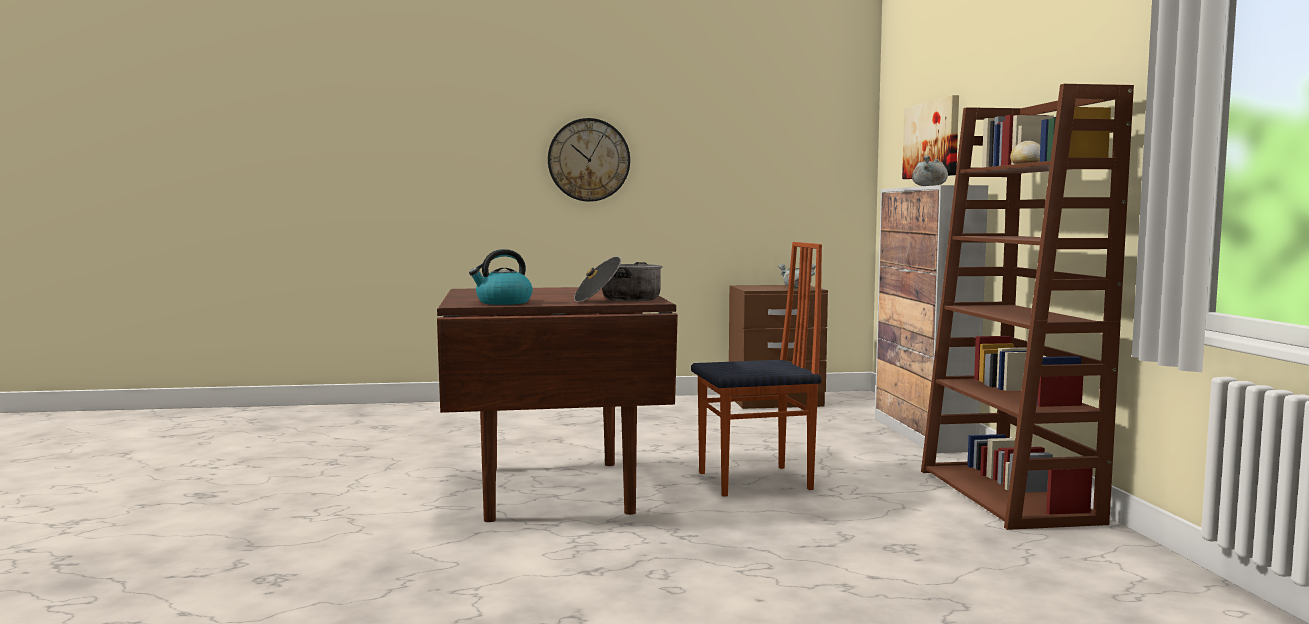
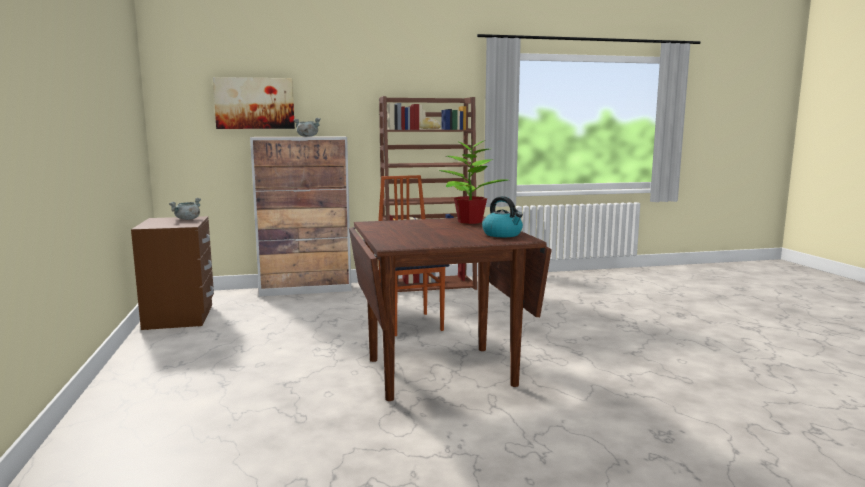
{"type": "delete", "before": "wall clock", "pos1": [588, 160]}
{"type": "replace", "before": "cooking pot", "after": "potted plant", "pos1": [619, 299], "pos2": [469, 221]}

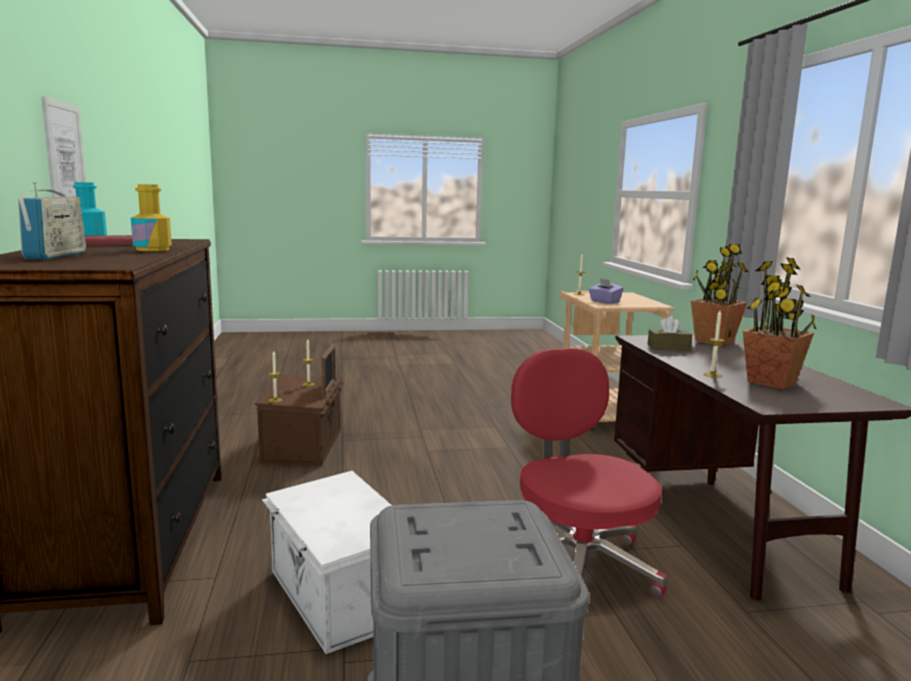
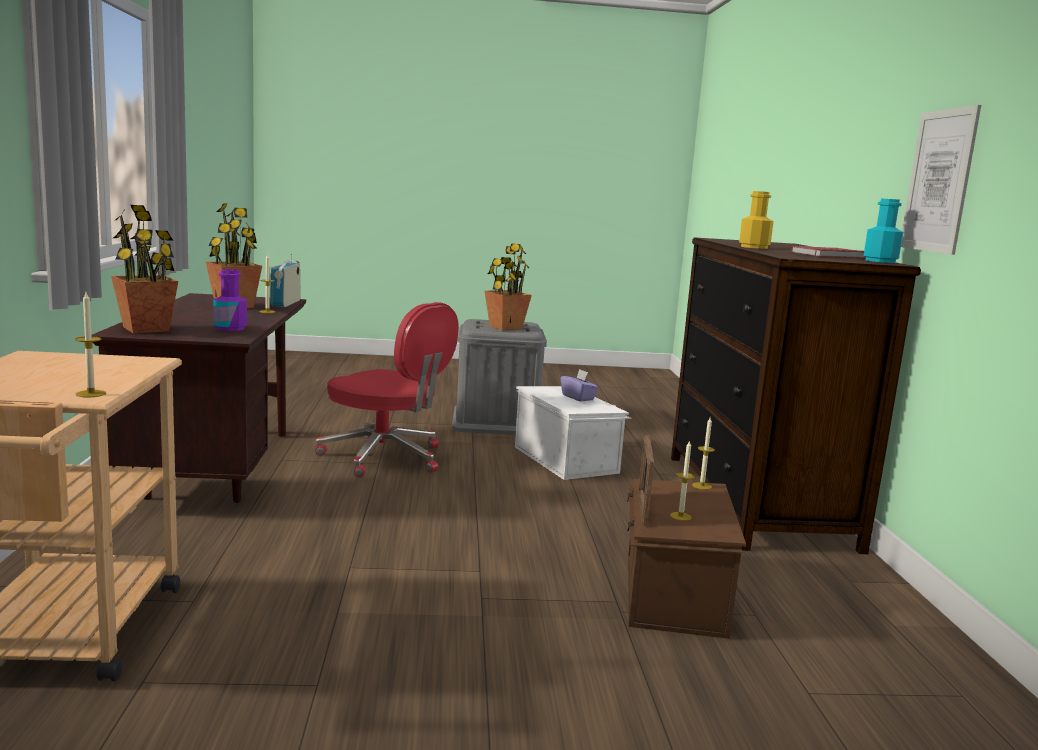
{"type": "move", "before": "radio", "pos1": [56, 255], "pos2": [285, 303]}
{"type": "rotate", "before": "office chair (red)", "pos1": [577, 564], "pos2": [385, 458], "turn": -45}
{"type": "move", "before": "tissue box (purple)", "pos1": [604, 302], "pos2": [578, 397]}
{"type": "replace", "before": "tissue box (brown)", "after": "bottle (purple)", "pos1": [668, 347], "pos2": [230, 328]}
{"type": "insert", "after": "potted plant", "pos2": [505, 327]}

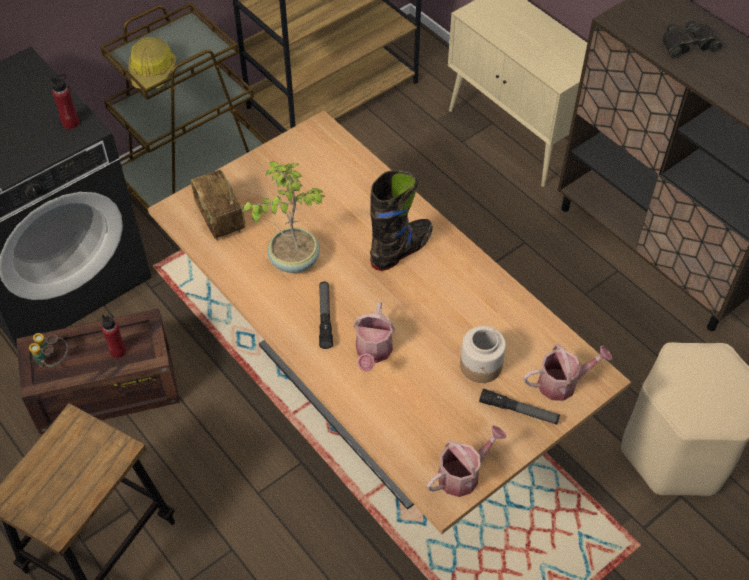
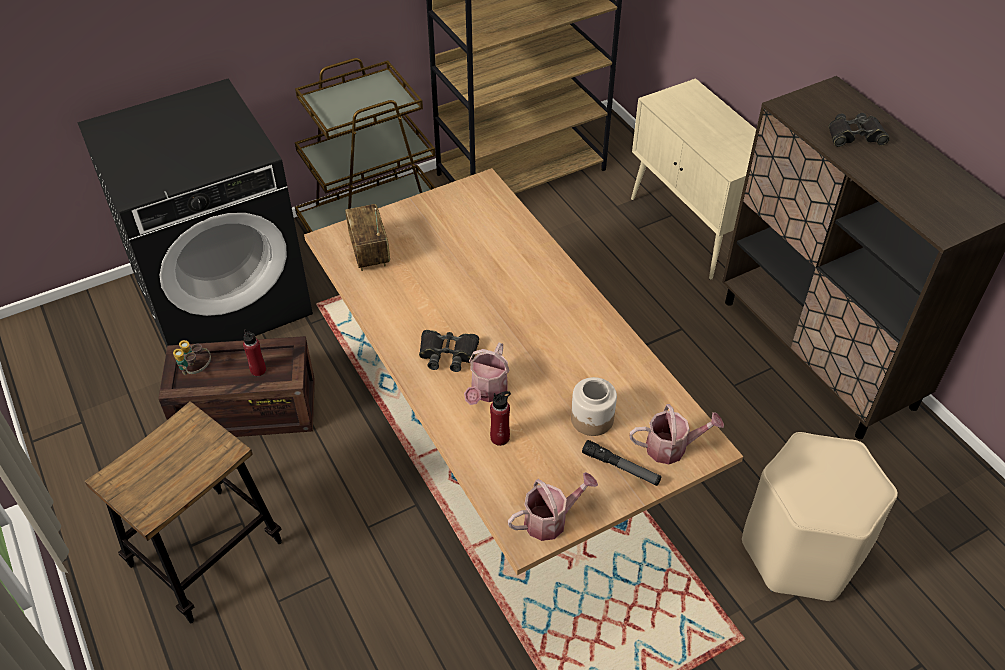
{"type": "move", "before": "bottle (red)", "pos1": [71, 123], "pos2": [500, 438]}
{"type": "delete", "before": "hard hat", "pos1": [153, 72]}
{"type": "delete", "before": "potted plant", "pos1": [293, 259]}
{"type": "replace", "before": "flashlight", "after": "binoculars (black)", "pos1": [325, 317], "pos2": [448, 353]}
{"type": "delete", "before": "boot (black)", "pos1": [401, 250]}

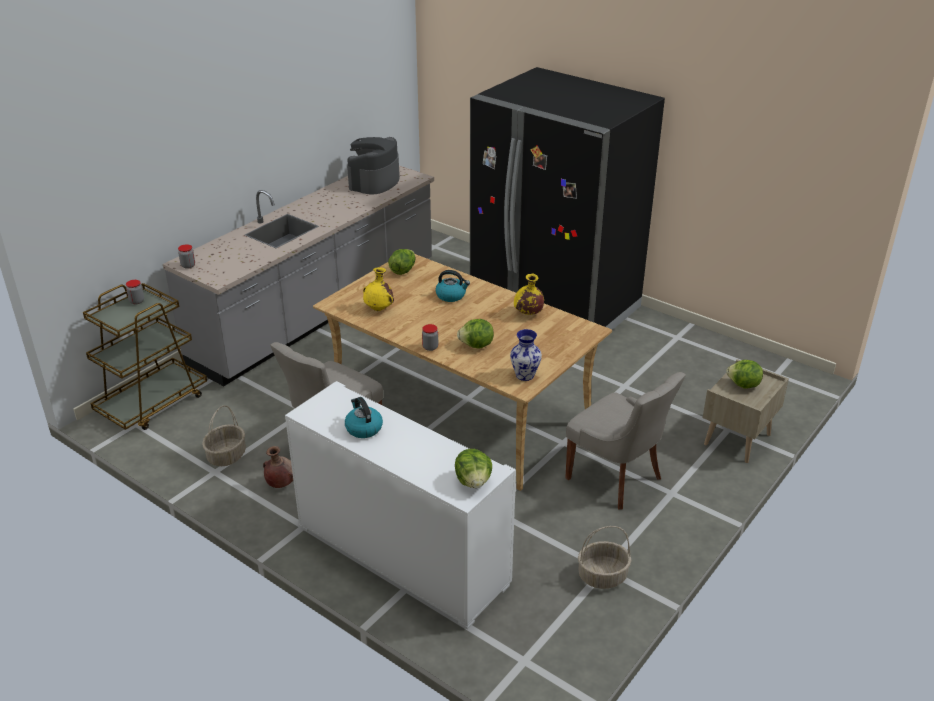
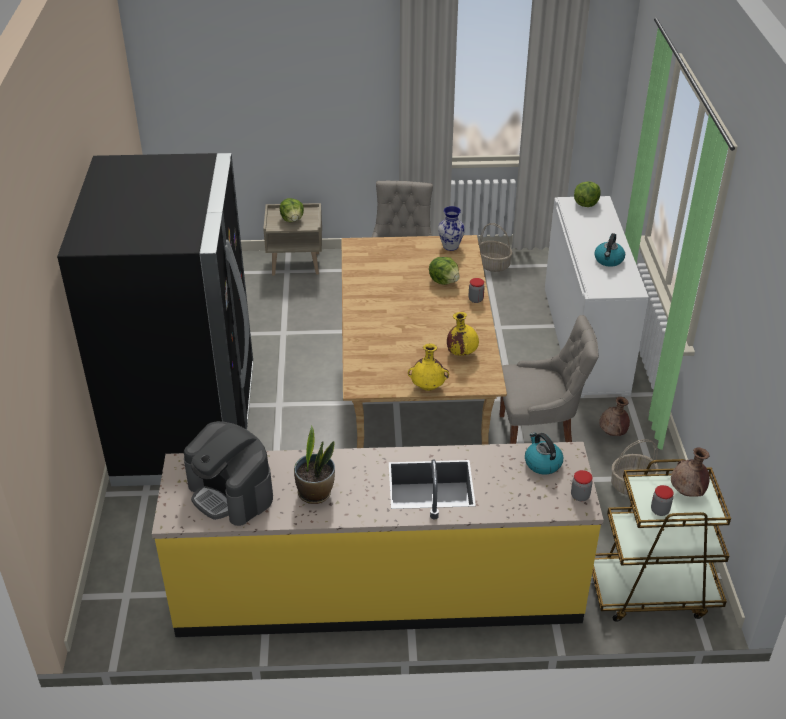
{"type": "recolor", "before": "counter (grey)", "after": "counter (yellow)", "pos1": [318, 313], "pos2": [378, 590]}
{"type": "rotate", "before": "coffee machine", "pos1": [374, 182], "pos2": [231, 493], "turn": 60}
{"type": "delete", "before": "lettuce", "pos1": [403, 270]}
{"type": "move", "before": "kettle", "pos1": [451, 296], "pos2": [542, 463]}
{"type": "move", "before": "vase (yellow)", "pos1": [528, 314], "pos2": [428, 387]}
{"type": "insert", "after": "potted plant", "pos2": [315, 493]}
{"type": "insert", "after": "vase (brown)", "pos2": [687, 492]}

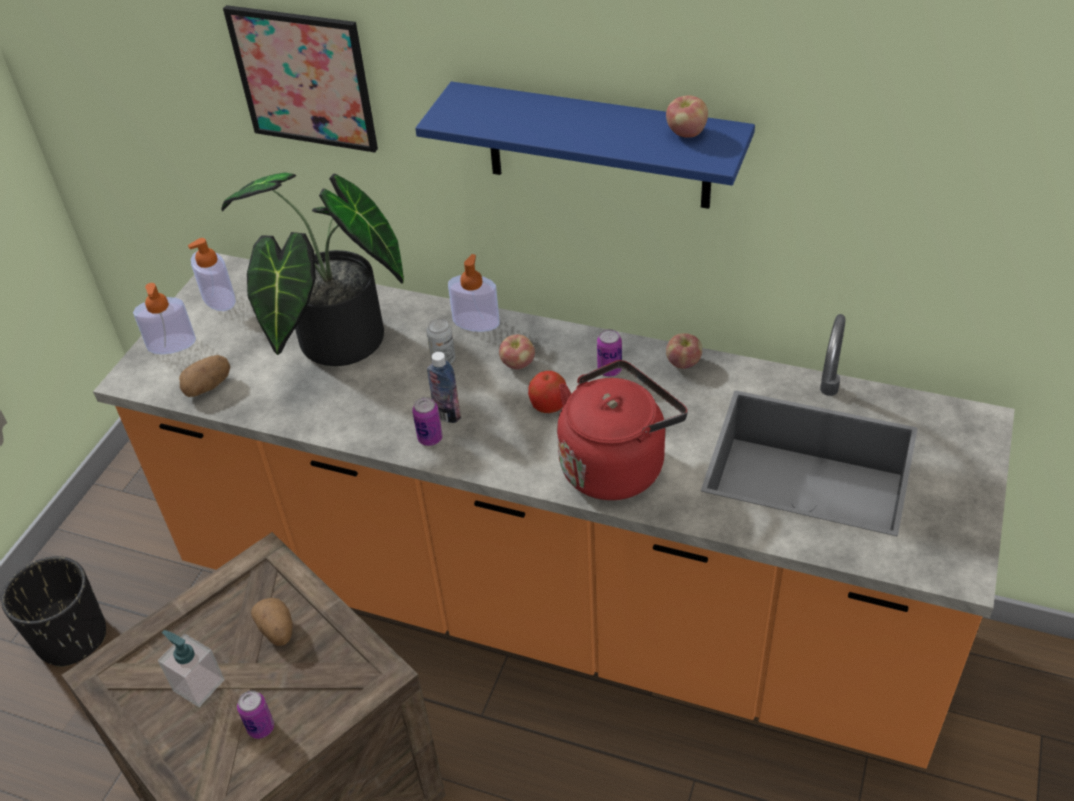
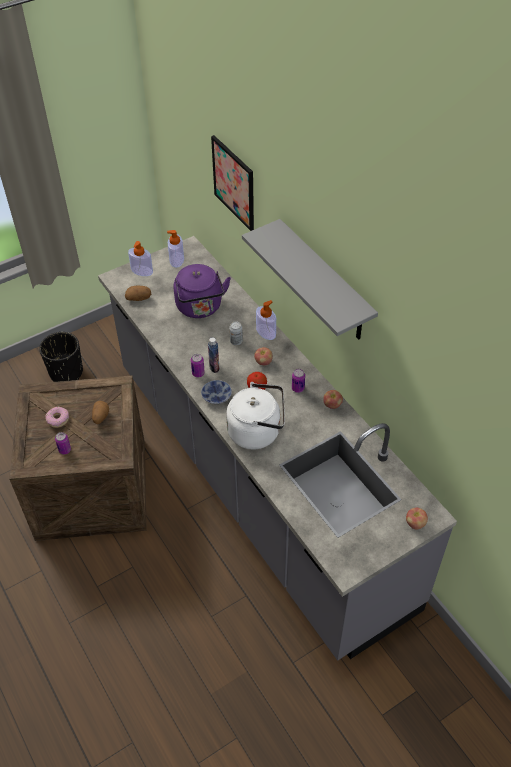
{"type": "recolor", "before": "counter (orange)", "after": "counter (grey)", "pos1": [552, 604], "pos2": [256, 483]}
{"type": "replace", "before": "soap dispenser", "after": "donut", "pos1": [198, 685], "pos2": [58, 419]}
{"type": "replace", "before": "potted plant", "after": "kettle (purple)", "pos1": [333, 345], "pos2": [200, 308]}
{"type": "recolor", "before": "shelf (blue)", "after": "shelf (grey)", "pos1": [598, 146], "pos2": [325, 283]}
{"type": "recolor", "before": "kettle (red)", "after": "kettle (white)", "pos1": [616, 464], "pos2": [257, 431]}
{"type": "move", "before": "apple", "pos1": [686, 133], "pos2": [415, 523]}
{"type": "insert", "after": "bowl", "pos2": [217, 396]}

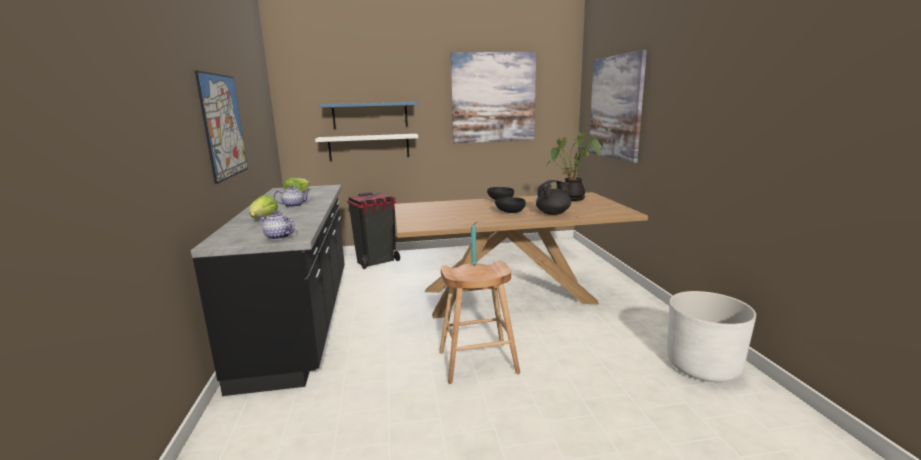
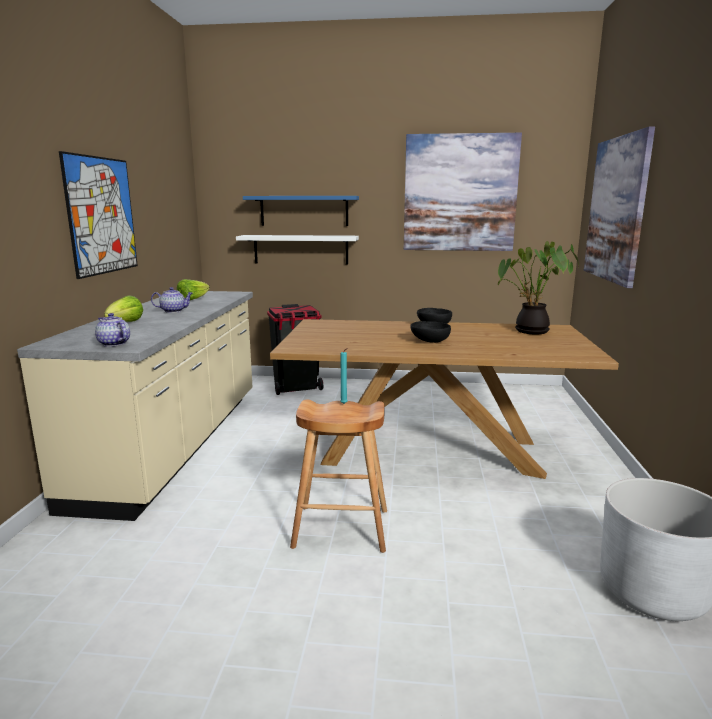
{"type": "recolor", "before": "counter (black)", "after": "counter (beige)", "pos1": [301, 320], "pos2": [176, 445]}
{"type": "delete", "before": "teapot (black)", "pos1": [553, 213]}

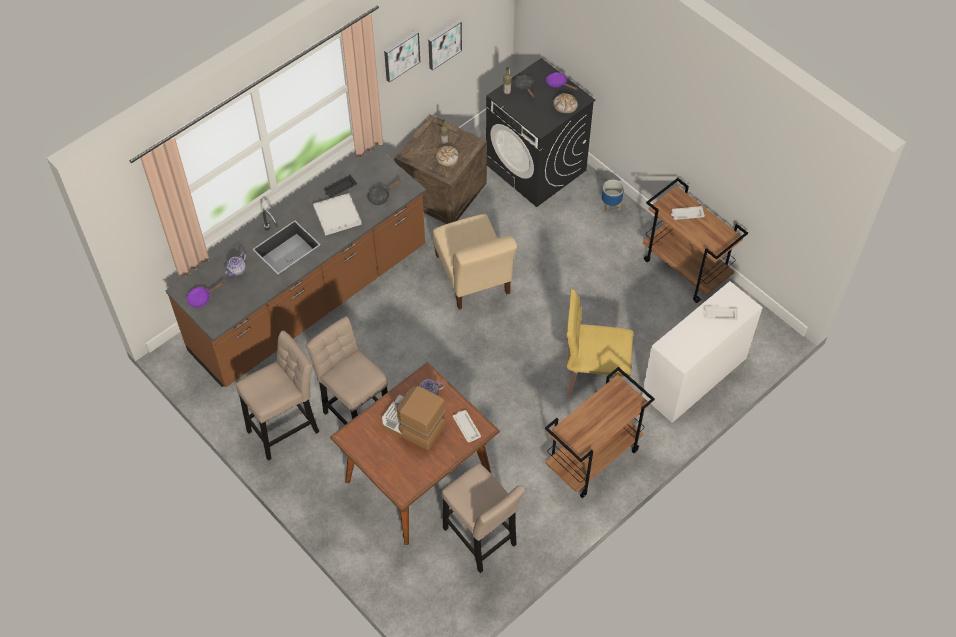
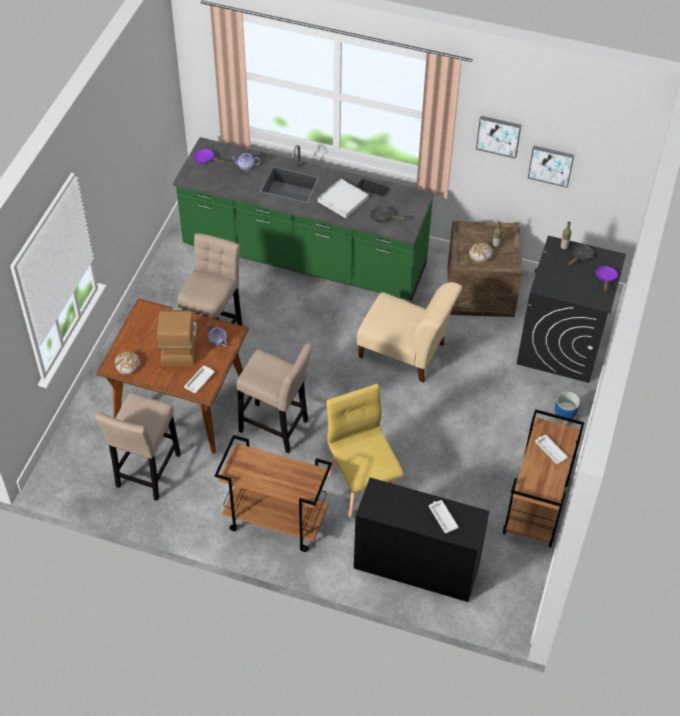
{"type": "recolor", "before": "counter (brown)", "after": "counter (green)", "pos1": [310, 300], "pos2": [304, 257]}
{"type": "move", "before": "stool (beige)", "pos1": [286, 428], "pos2": [276, 428]}
{"type": "rotate", "before": "chair (beige)", "pos1": [473, 278], "pos2": [405, 352], "turn": -105}
{"type": "move", "before": "bread", "pos1": [565, 106], "pos2": [128, 365]}
{"type": "recolor", "before": "desk (white)", "after": "desk (black)", "pos1": [694, 377], "pos2": [416, 566]}

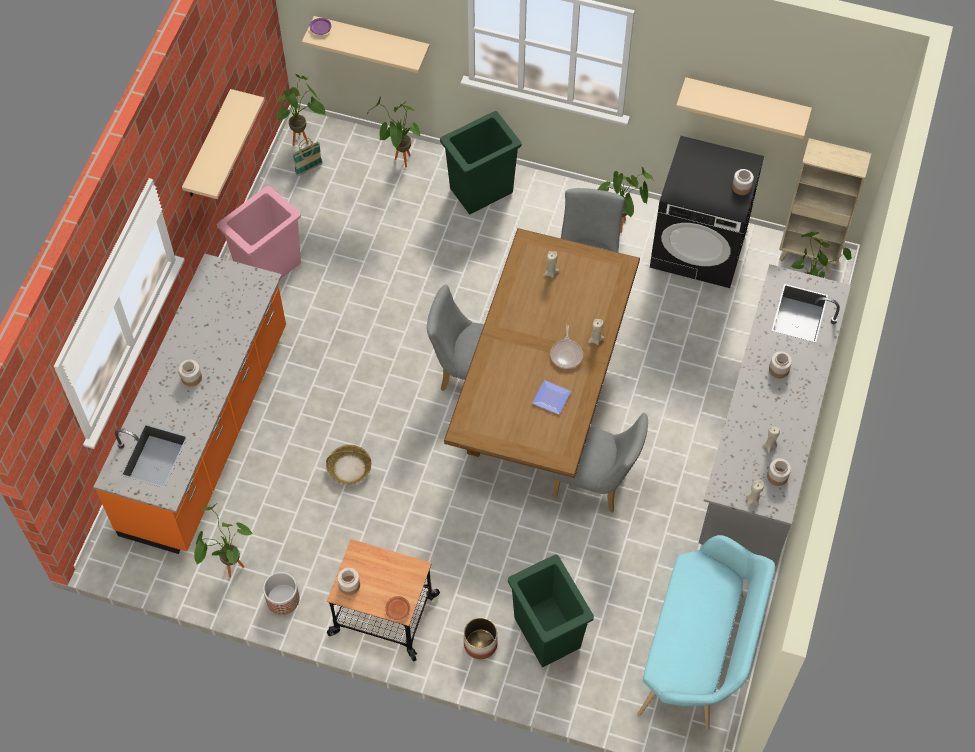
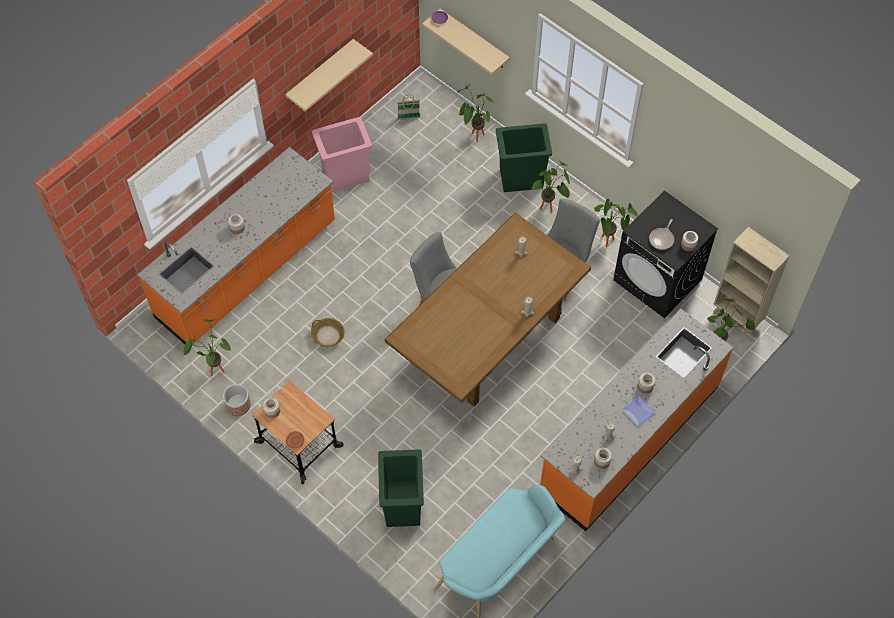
{"type": "move", "before": "potted plant", "pos1": [304, 139], "pos2": [550, 208]}
{"type": "delete", "before": "planter", "pos1": [480, 644]}
{"type": "move", "before": "plate", "pos1": [552, 397], "pos2": [639, 411]}
{"type": "move", "before": "frying pan", "pos1": [566, 354], "pos2": [662, 239]}
{"type": "delete", "before": "chair (grey)", "pos1": [597, 483]}
{"type": "delete", "before": "shelf (beige)", "pos1": [746, 102]}
{"type": "recolor", "before": "counter (grey)", "after": "counter (orange)", "pos1": [763, 442], "pos2": [628, 438]}

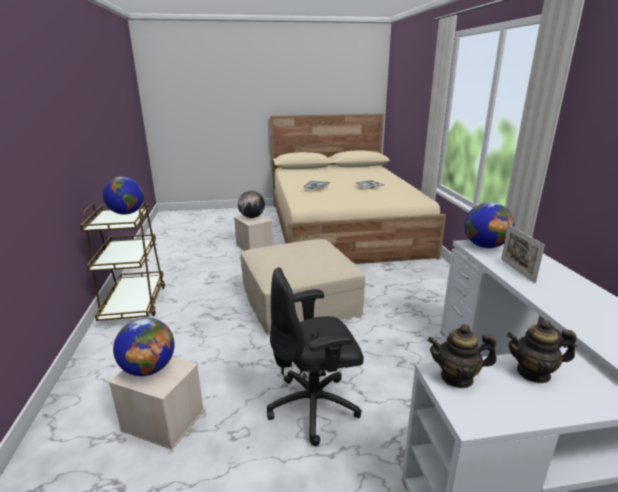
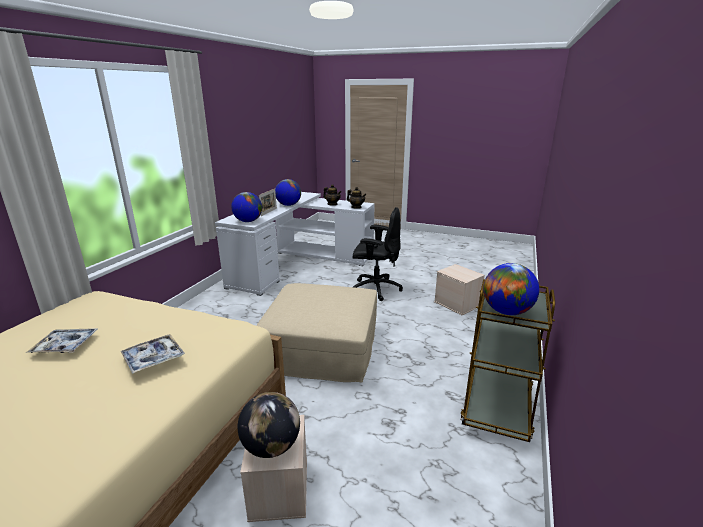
{"type": "move", "before": "globe", "pos1": [149, 369], "pos2": [288, 205]}

